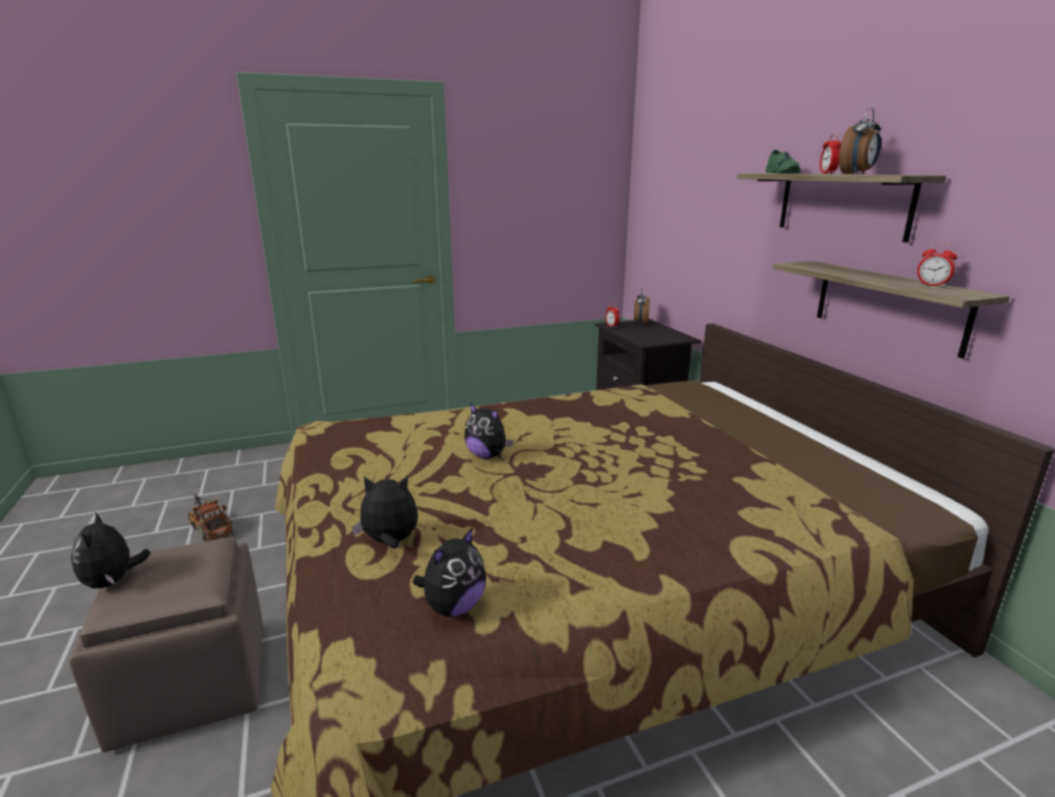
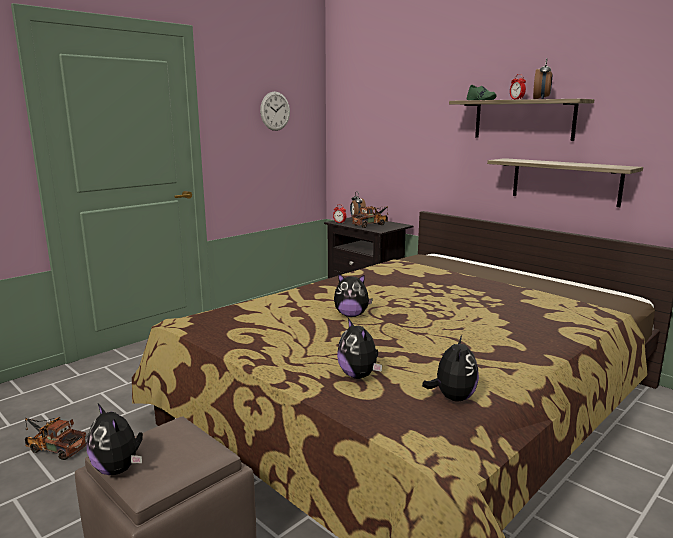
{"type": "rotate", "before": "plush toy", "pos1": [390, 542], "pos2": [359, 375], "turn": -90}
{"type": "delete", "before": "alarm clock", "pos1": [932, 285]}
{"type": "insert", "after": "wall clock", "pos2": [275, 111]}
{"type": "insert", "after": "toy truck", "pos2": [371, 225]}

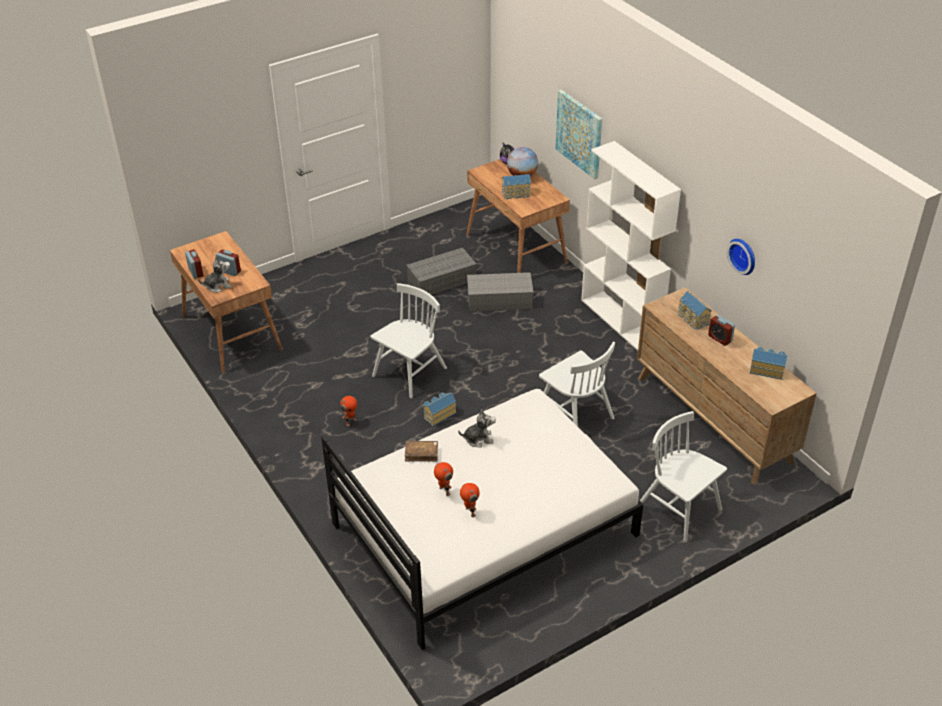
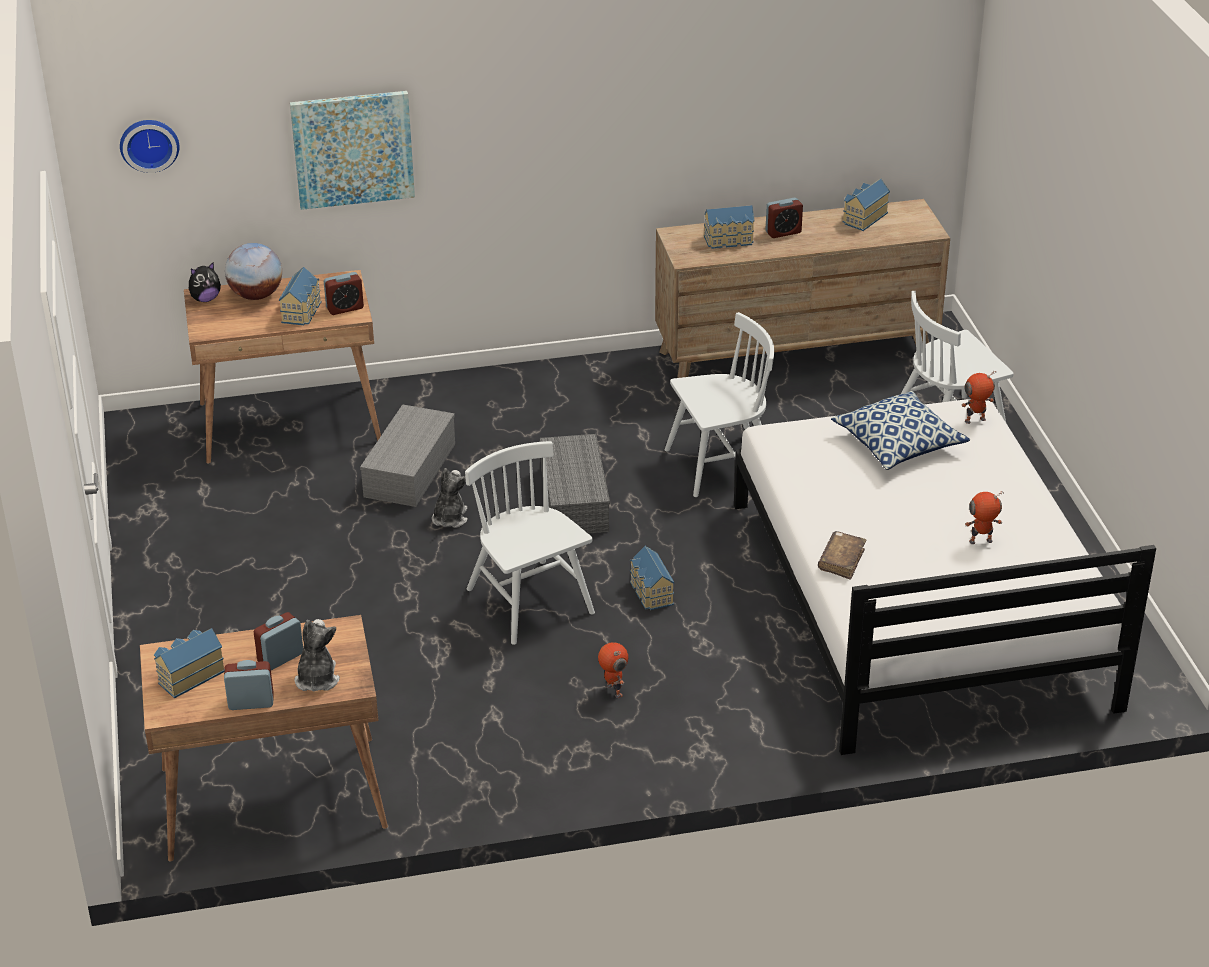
{"type": "move", "before": "storage box (grey)", "pos1": [442, 280], "pos2": [572, 498]}
{"type": "move", "before": "toy robot", "pos1": [443, 491], "pos2": [975, 421]}
{"type": "move", "before": "plush toy", "pos1": [478, 439], "pos2": [449, 518]}
{"type": "delete", "before": "bookcase (white)", "pos1": [621, 321]}
{"type": "move", "before": "wall clock", "pos1": [743, 255], "pos2": [149, 144]}
{"type": "insert", "after": "toy house", "pos2": [189, 676]}
{"type": "insert", "after": "alarm clock", "pos2": [345, 308]}
{"type": "insert", "after": "pillow", "pos2": [898, 445]}

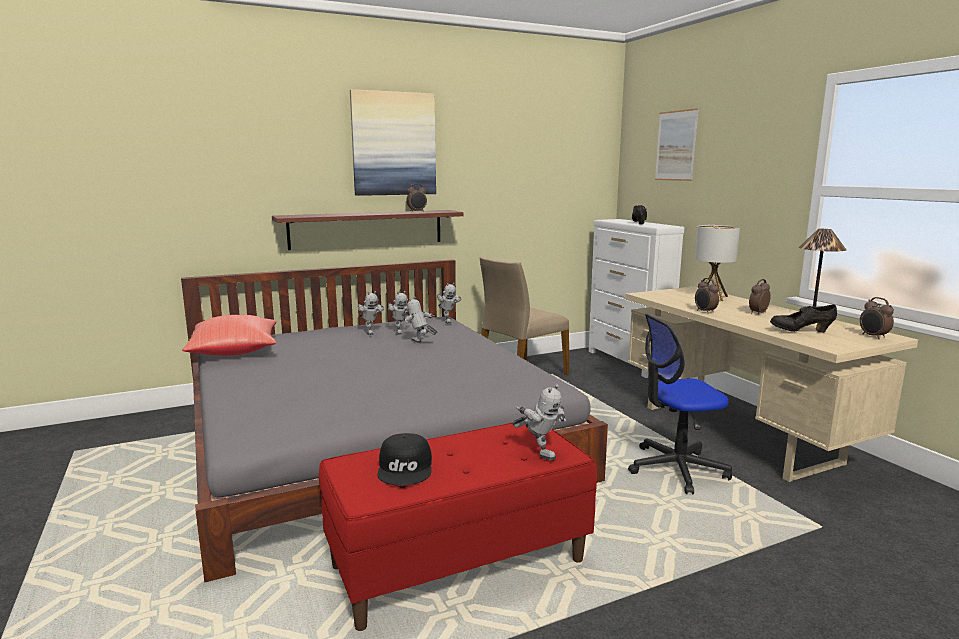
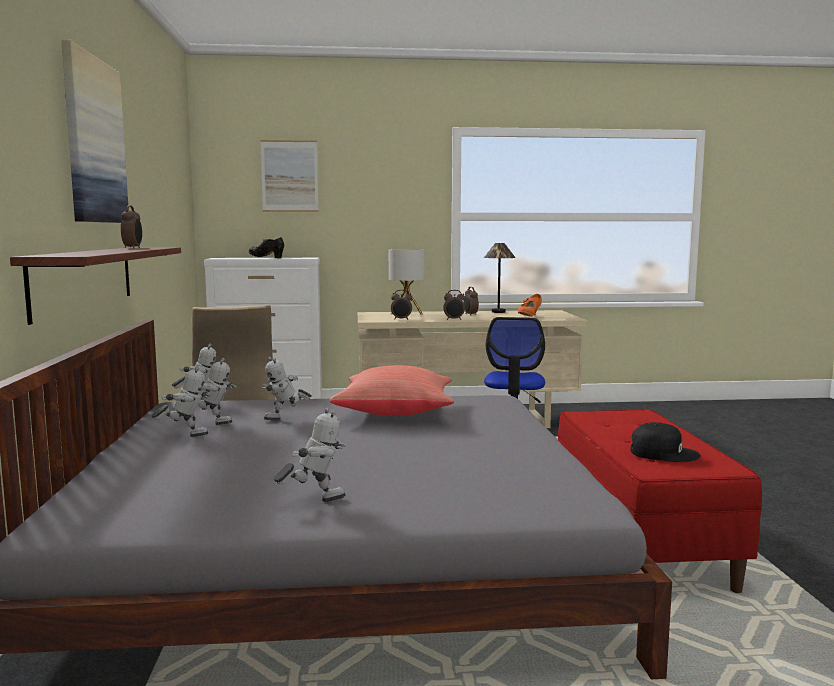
{"type": "move", "before": "pillow (red)", "pos1": [235, 352], "pos2": [396, 412]}
{"type": "move", "before": "toy robot", "pos1": [539, 452], "pos2": [314, 500]}
{"type": "recolor", "before": "shoe (black)", "after": "shoe (orange)", "pos1": [801, 331], "pos2": [529, 316]}
{"type": "move", "before": "alarm clock", "pos1": [873, 336], "pos2": [401, 319]}

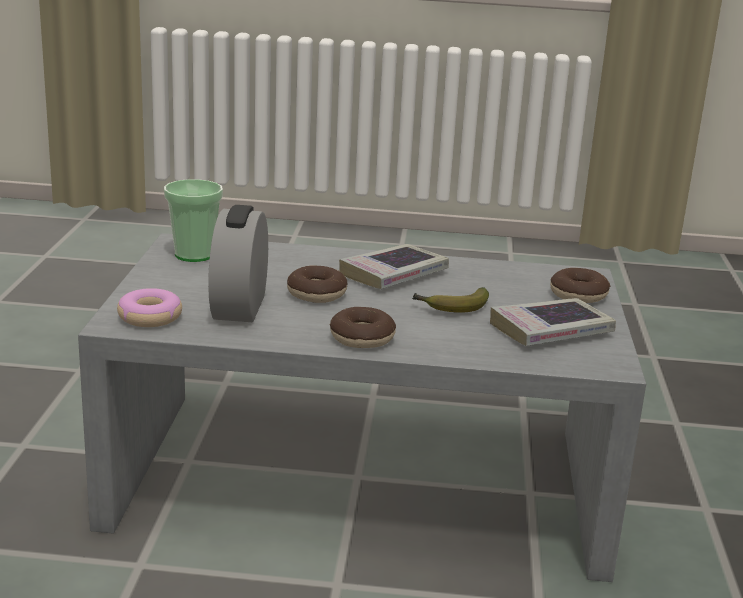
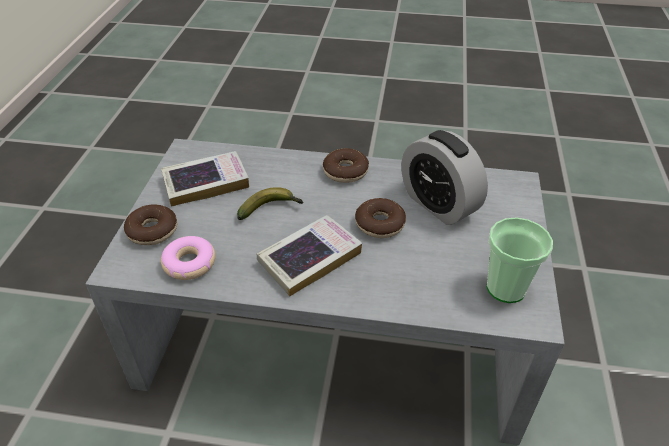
{"type": "move", "before": "donut", "pos1": [150, 317], "pos2": [189, 264]}
{"type": "rotate", "before": "alarm clock", "pos1": [239, 307], "pos2": [438, 204], "turn": 135}

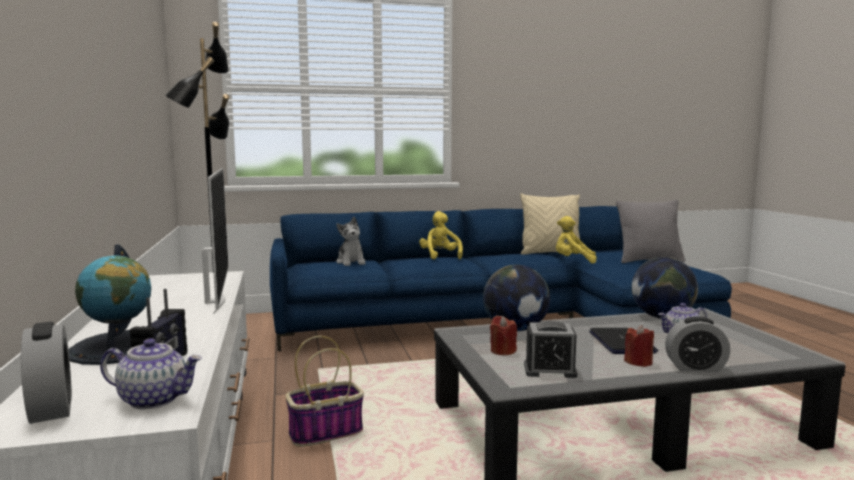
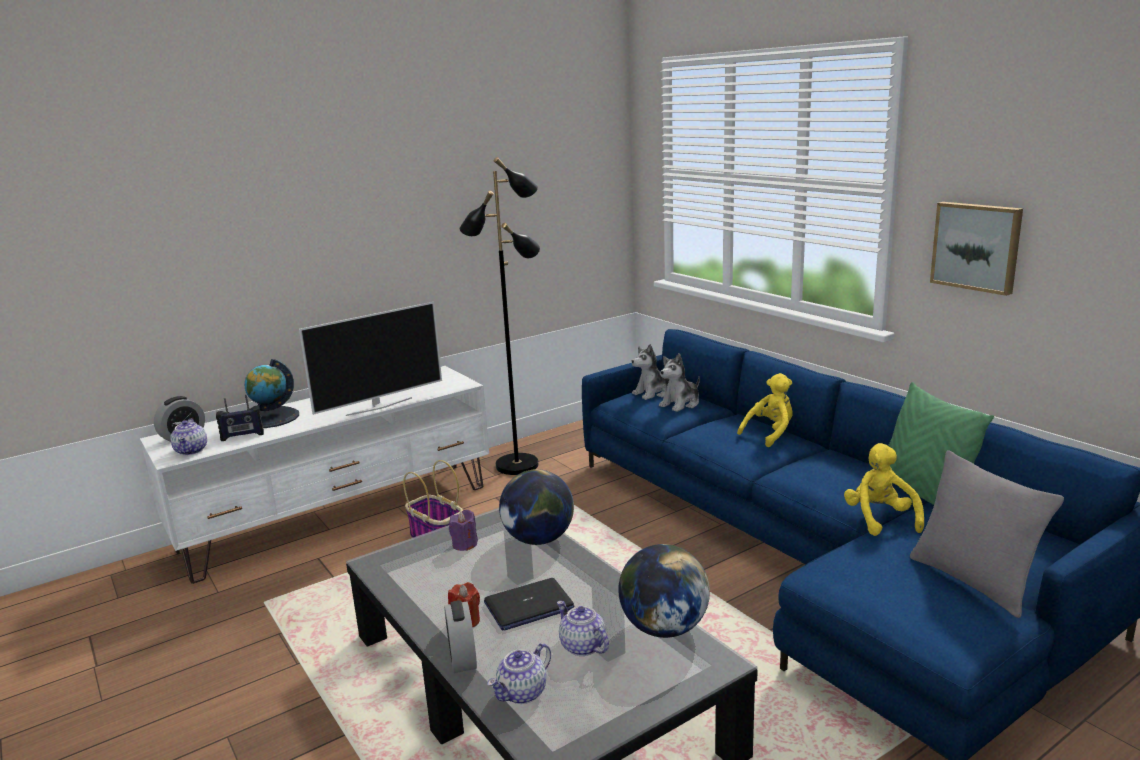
{"type": "recolor", "before": "candle (red)", "after": "candle (purple)", "pos1": [502, 351], "pos2": [464, 544]}
{"type": "recolor", "before": "pillow (beige)", "after": "pillow (green)", "pos1": [550, 253], "pos2": [923, 494]}
{"type": "delete", "before": "alarm clock", "pos1": [549, 370]}
{"type": "insert", "after": "teapot", "pos2": [522, 693]}
{"type": "insert", "after": "plush toy", "pos2": [653, 393]}
{"type": "insert", "after": "picture", "pos2": [977, 246]}

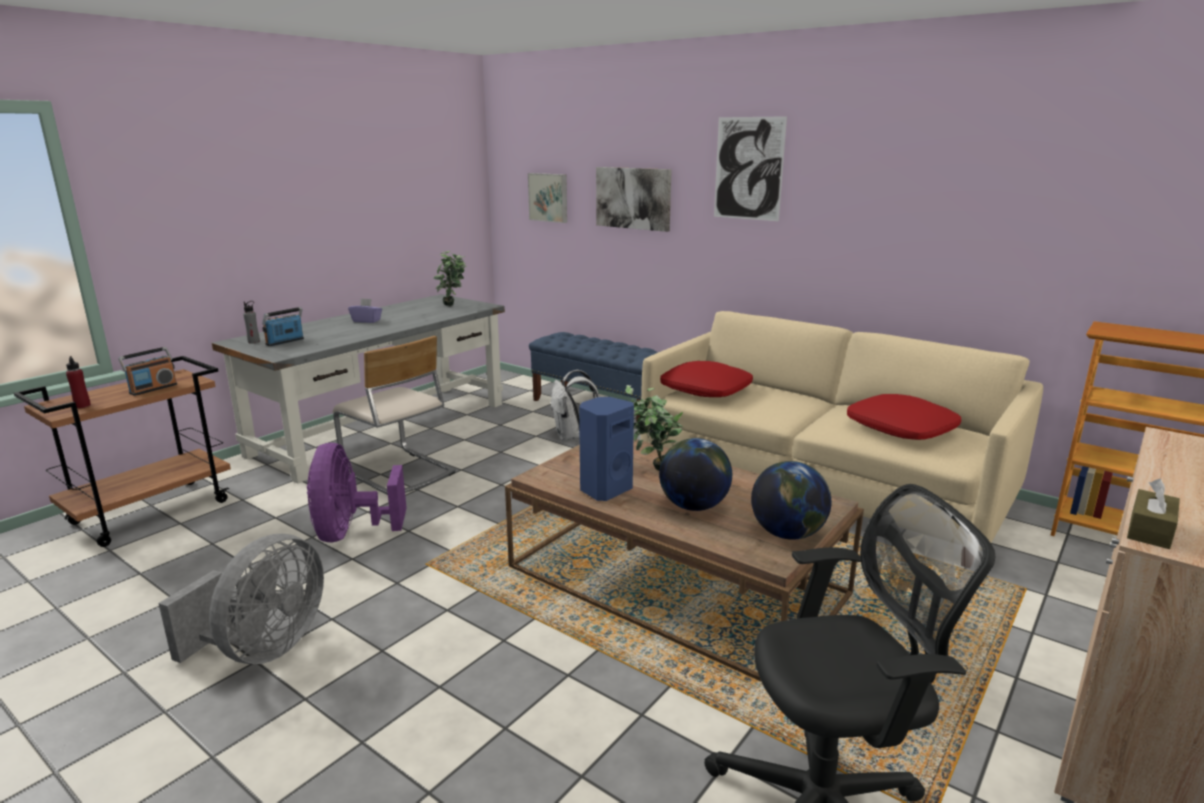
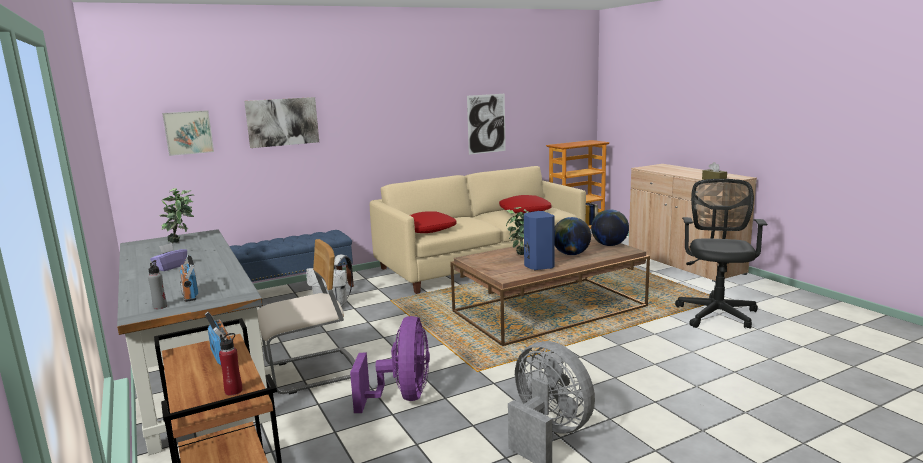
{"type": "rotate", "before": "fan (purple)", "pos1": [351, 533], "pos2": [402, 397], "turn": -105}
{"type": "move", "before": "picture", "pos1": [748, 169], "pos2": [486, 124]}

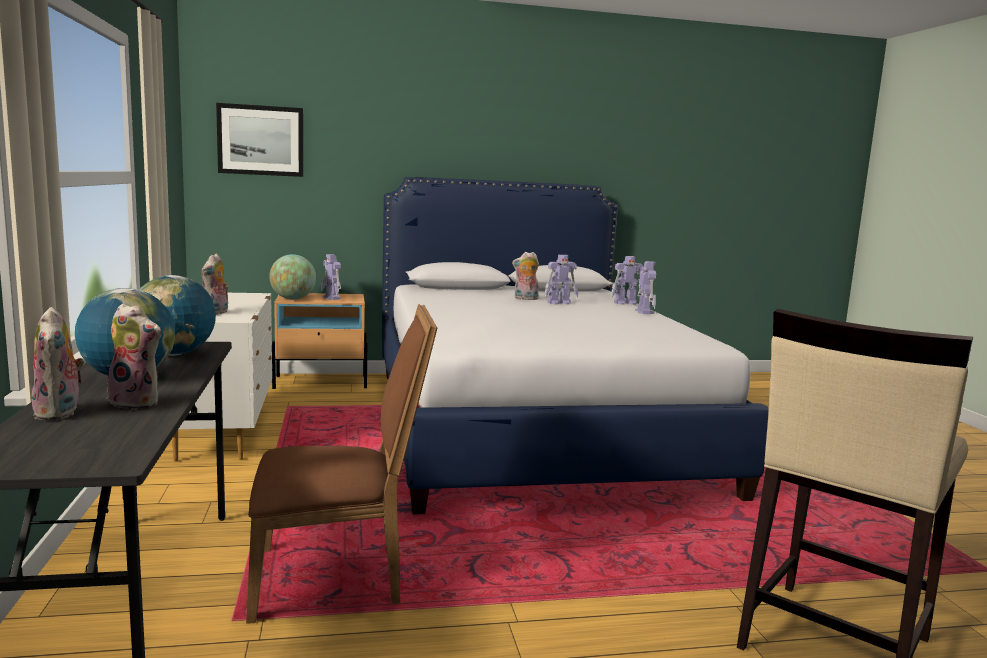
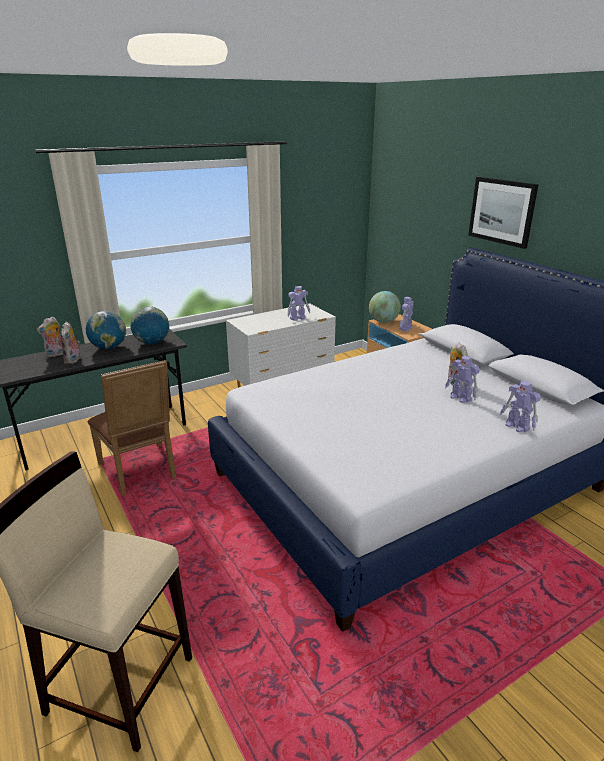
{"type": "delete", "before": "plush toy", "pos1": [216, 313]}
{"type": "move", "before": "picture", "pos1": [261, 140], "pos2": [502, 211]}
{"type": "move", "before": "toy robot", "pos1": [644, 311], "pos2": [298, 318]}

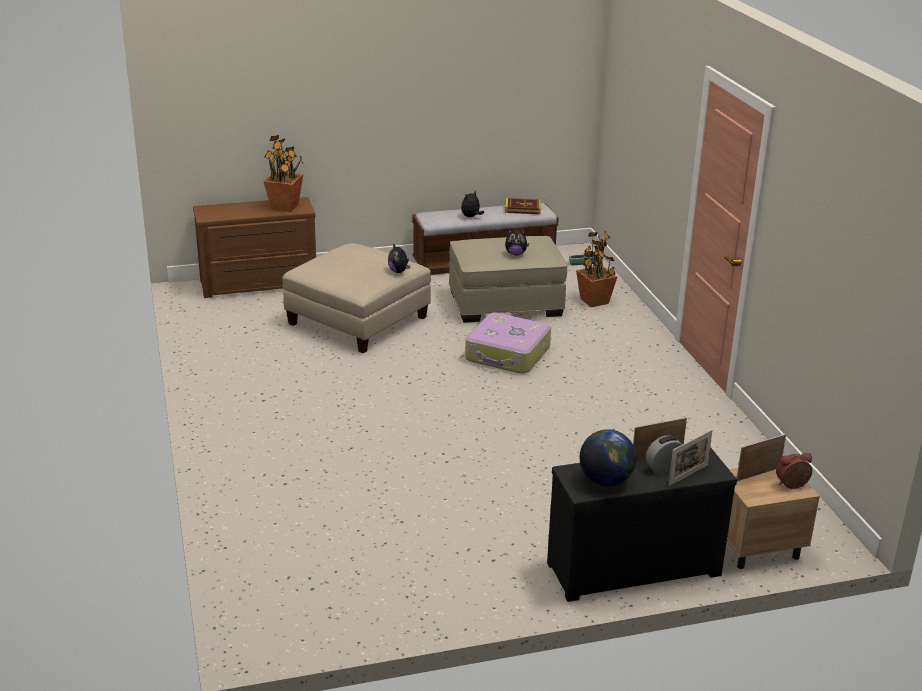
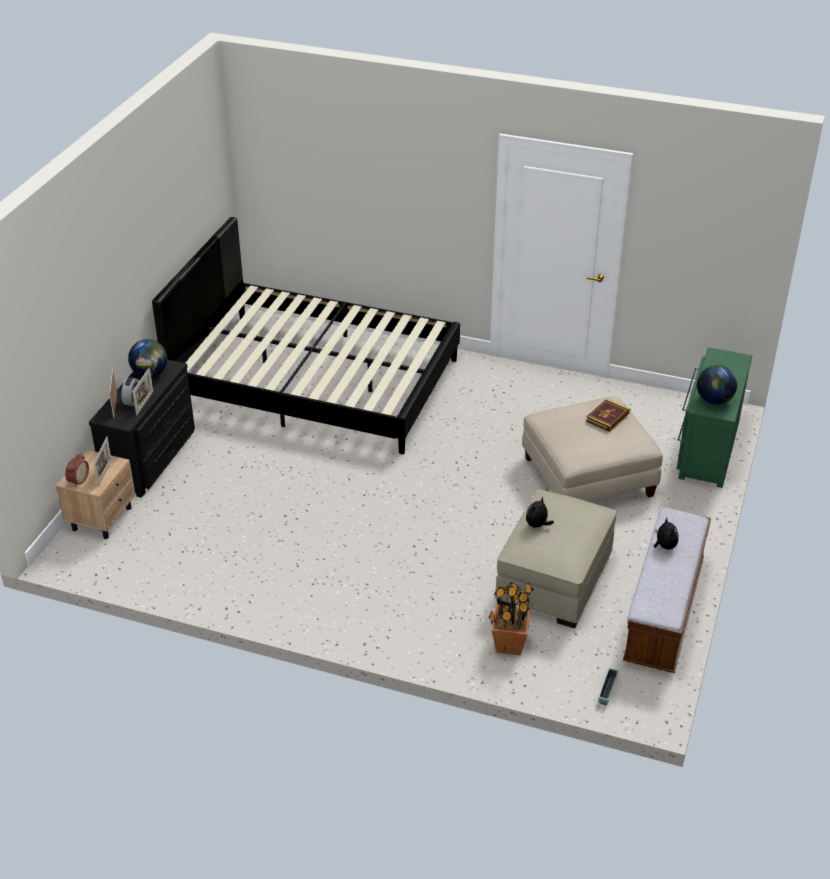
{"type": "recolor", "before": "dresser (brown)", "after": "dresser (green)", "pos1": [259, 285], "pos2": [706, 448]}
{"type": "replace", "before": "potted plant", "after": "globe", "pos1": [285, 207], "pos2": [714, 400]}
{"type": "delete", "before": "plush toy", "pos1": [399, 271]}
{"type": "delete", "before": "suitcase", "pos1": [508, 354]}
{"type": "move", "before": "book", "pos1": [522, 209], "pos2": [607, 417]}
{"type": "insert", "after": "bed (black)", "pos2": [316, 380]}

